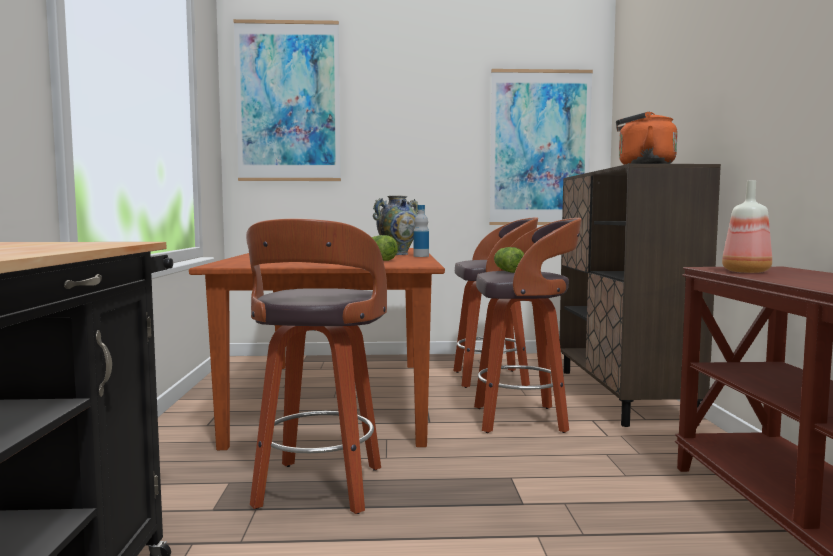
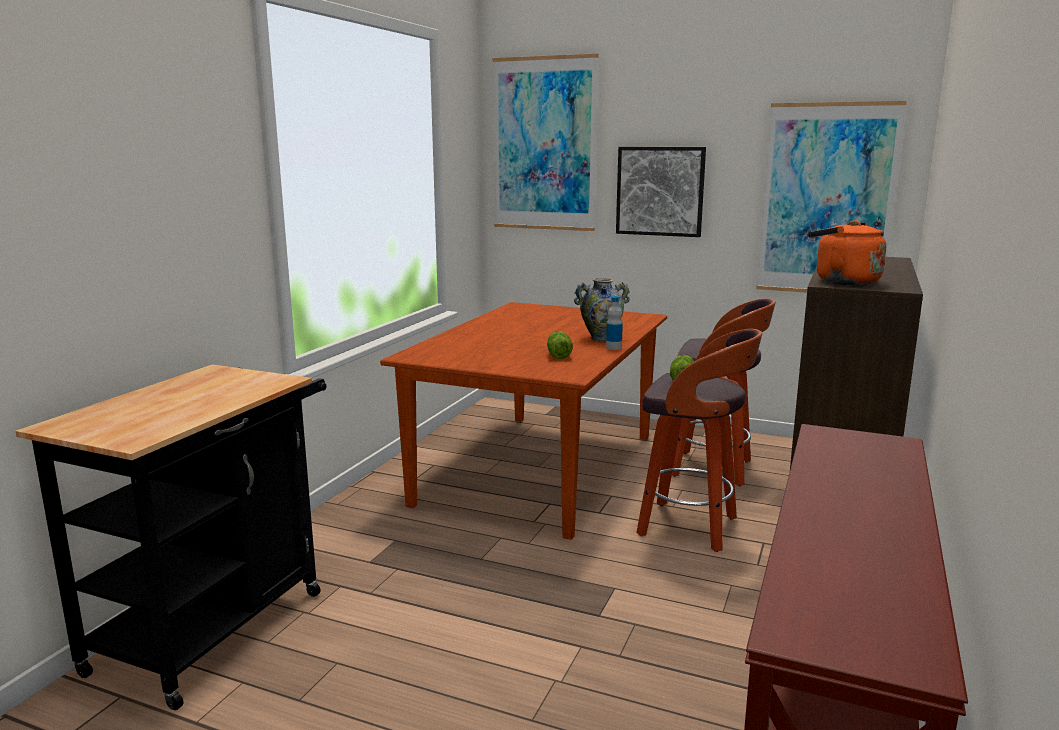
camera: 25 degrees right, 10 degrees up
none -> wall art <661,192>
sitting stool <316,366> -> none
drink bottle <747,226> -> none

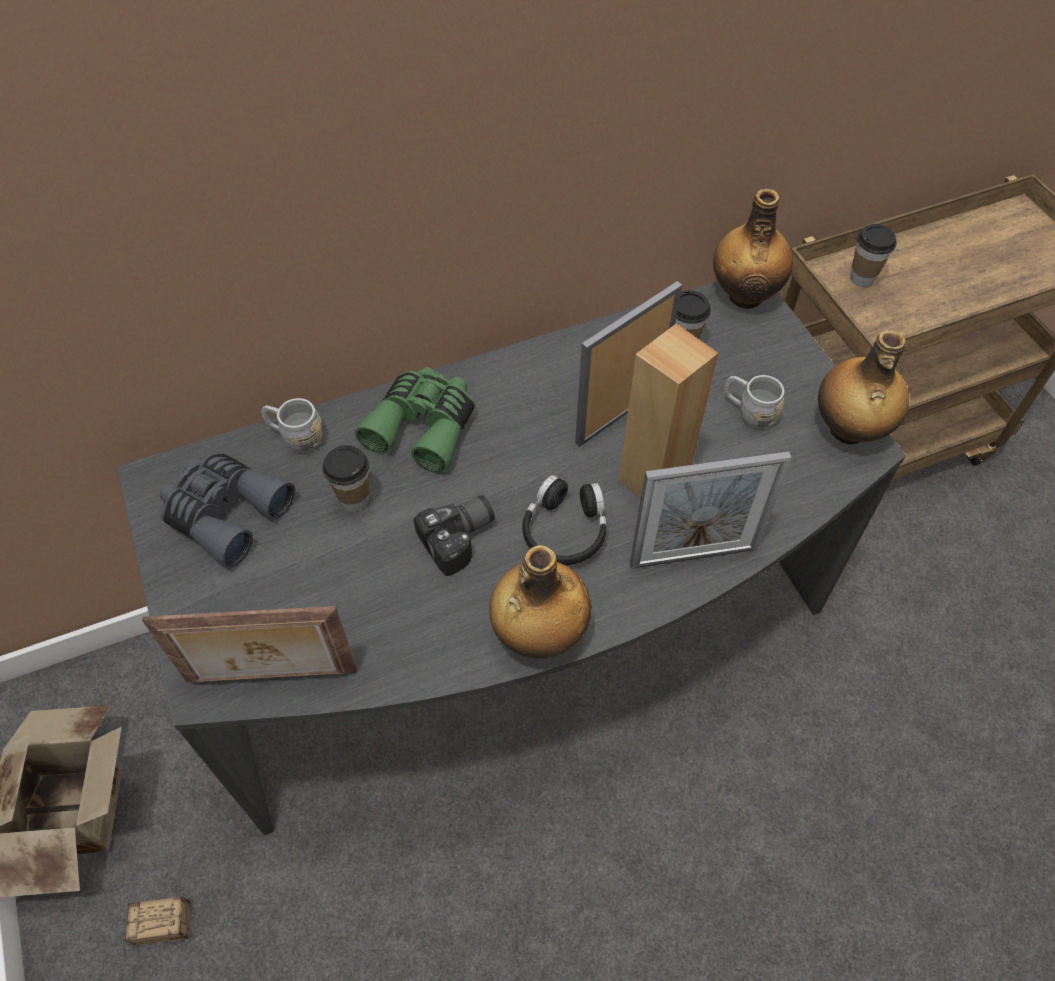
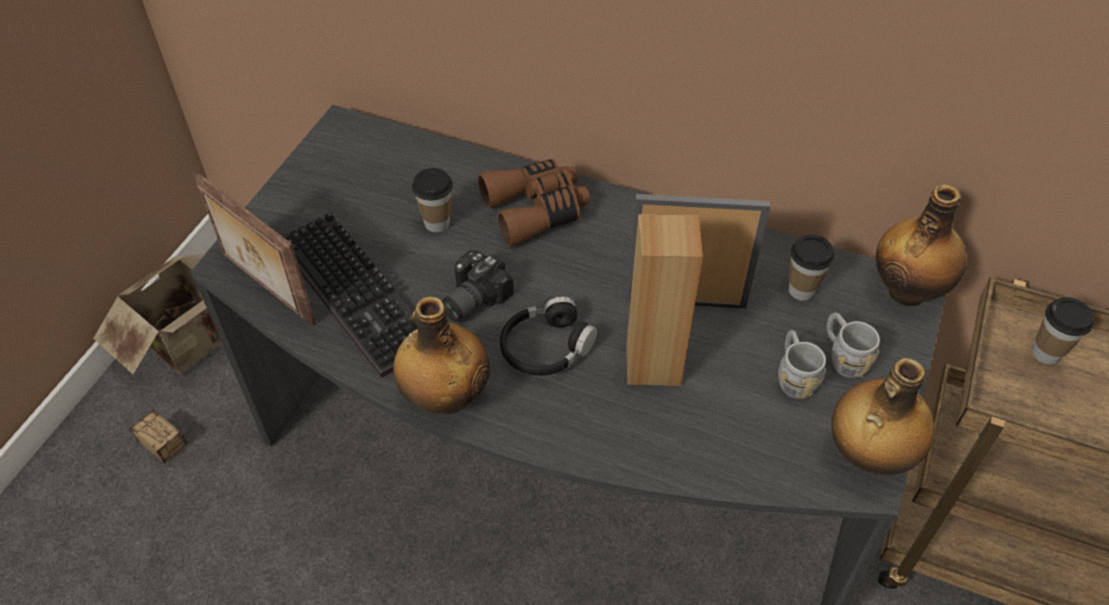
camera: 45 degrees right, 5 degrees down
none -> keyboard <349,295>
photo camera <454,535> -> photo camera <478,286>, 120 degrees clockwise
green pair of binoculars <415,420> -> brown-coloured pair of binoculars <534,203>
greyish coffee mug <291,425> -> greyish coffee mug <853,345>, moved
greyish pair of binoculars <227,510> -> none
picture frame <711,510> -> none

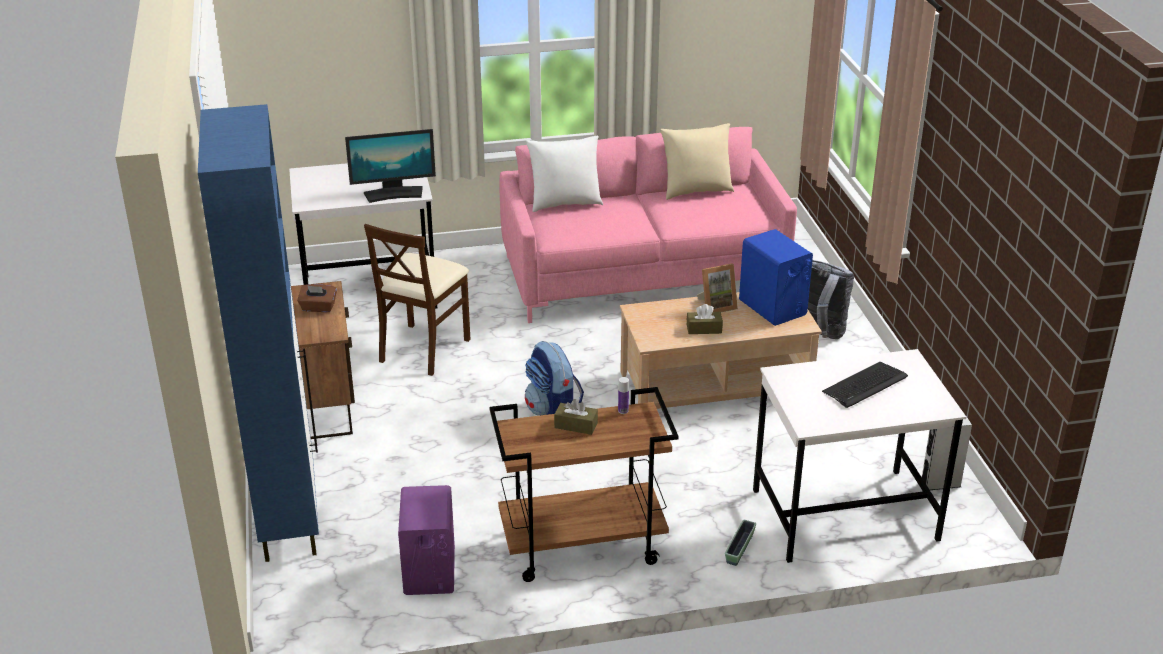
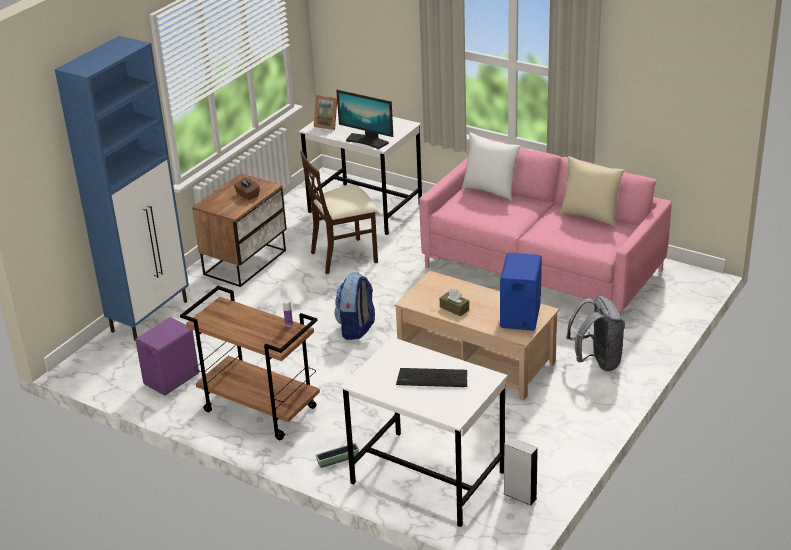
camera: 45 degrees right, 0 degrees up
picture frame <717,288> -> picture frame <325,112>, moved
brown-coloured tissue holder <576,417> -> none

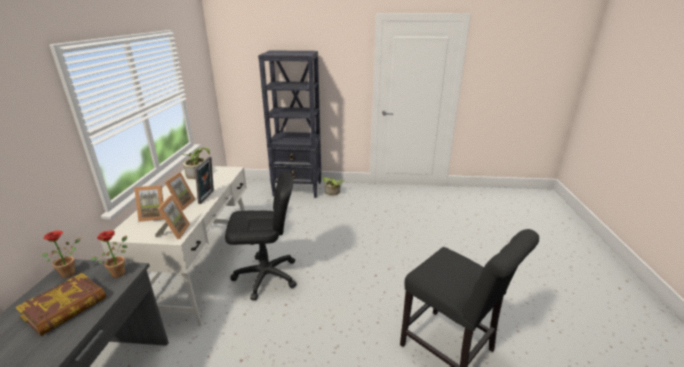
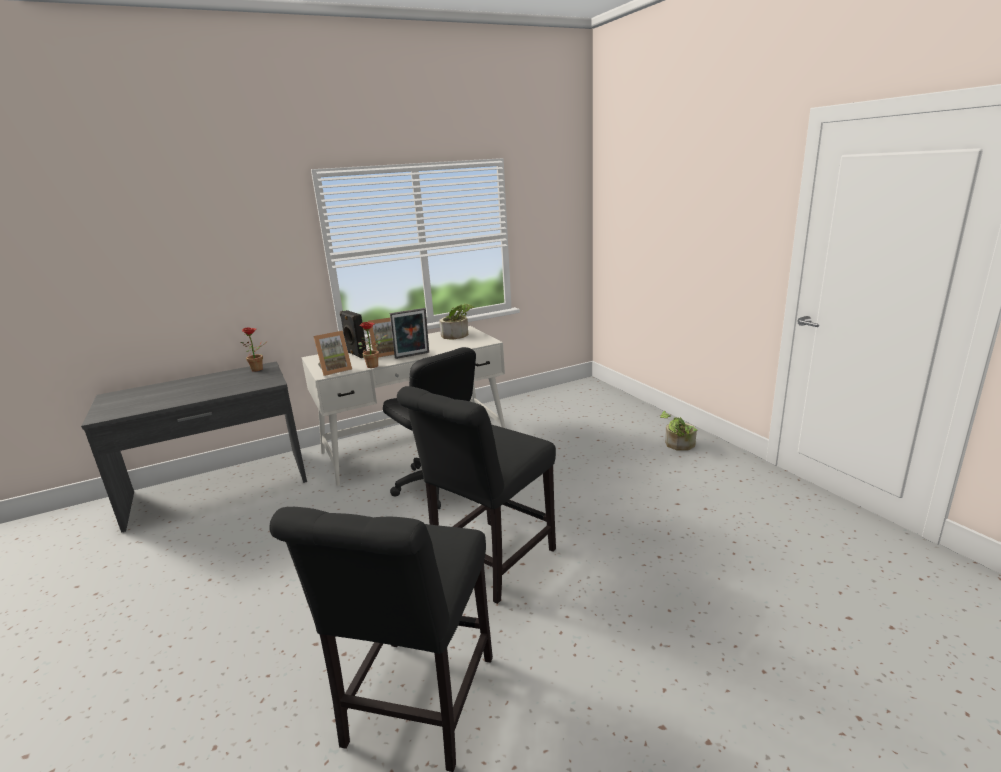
camera: 60 degrees right, 5 degrees down
picture frame <149,203> -> black-coloured speaker <353,334>
plant in a pot <108,254> -> plant in a pot <372,345>, moved
none -> black-coloured chair <476,495>
bound book <61,304> -> none
black-coloured bookshelf <289,124> -> none

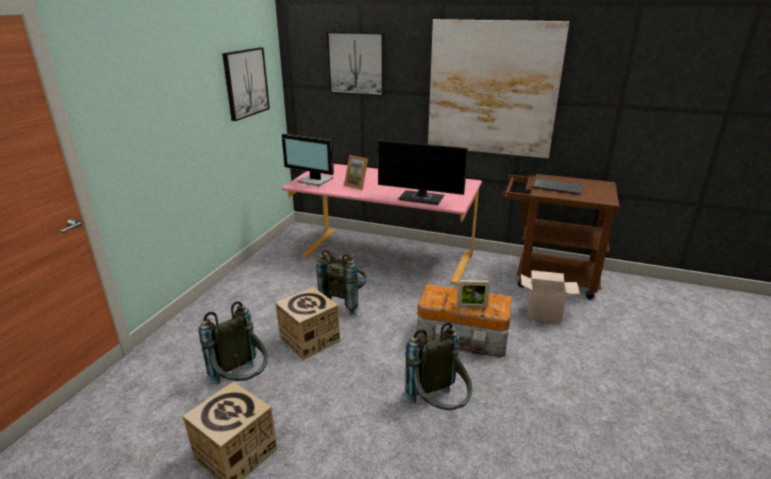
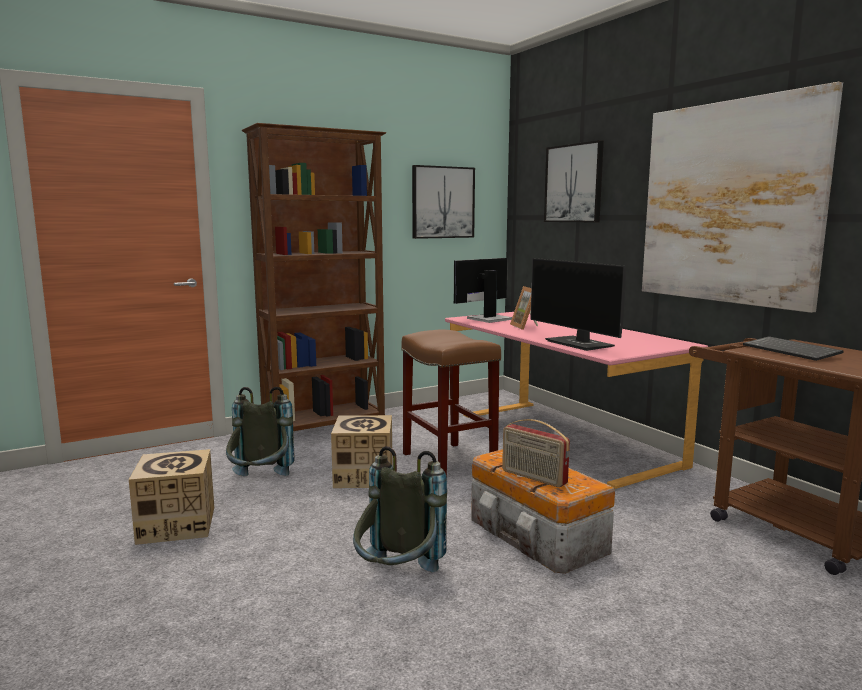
camera: 40 degrees right, 15 degrees down
none -> brown-coloured bookshelf <314,277>
greyish rucksack <341,283> -> brown-coloured sitting stool <451,404>
computer display <307,160> -> computer display <483,290>, 75 degrees clockwise
picture frame <473,294> -> radio <536,453>
packing box <550,296> -> none

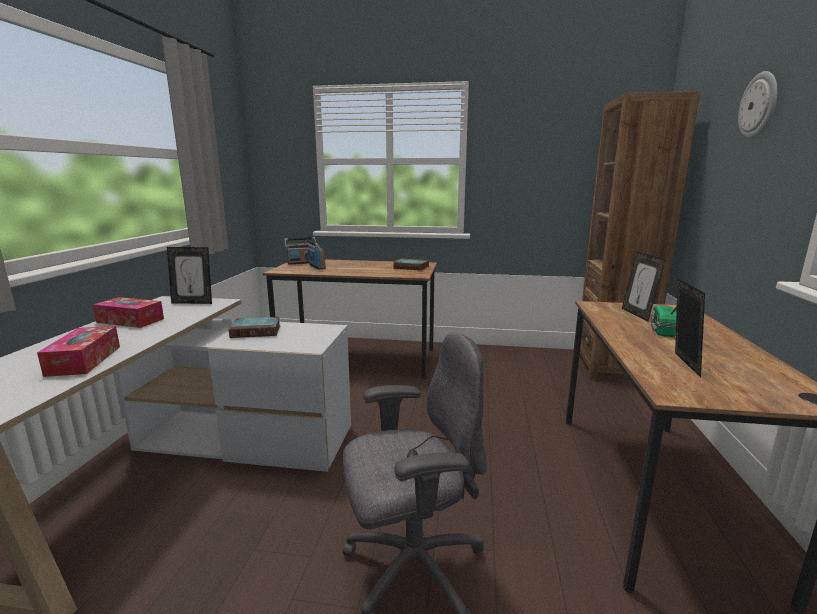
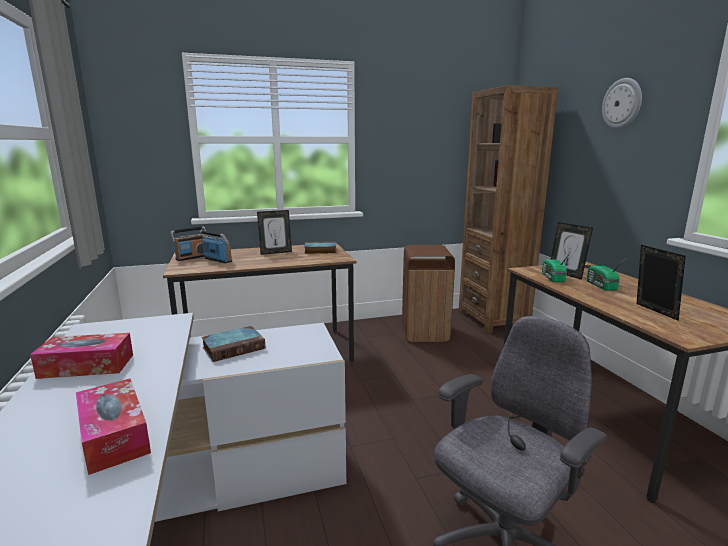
camera: 25 degrees left, 0 degrees up
picture frame <189,275> -> picture frame <274,232>, moved
none -> brown-coloured waste bin <428,293>
none -> radio <556,267>

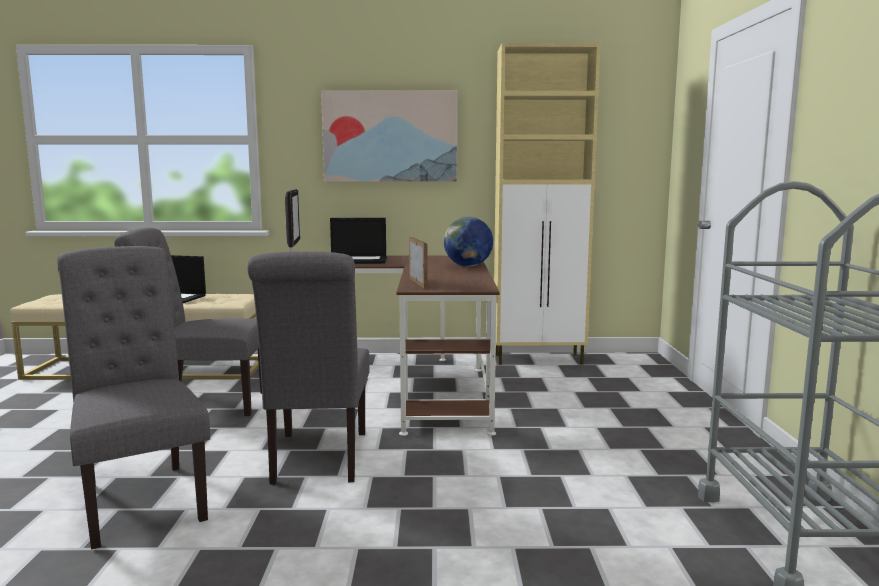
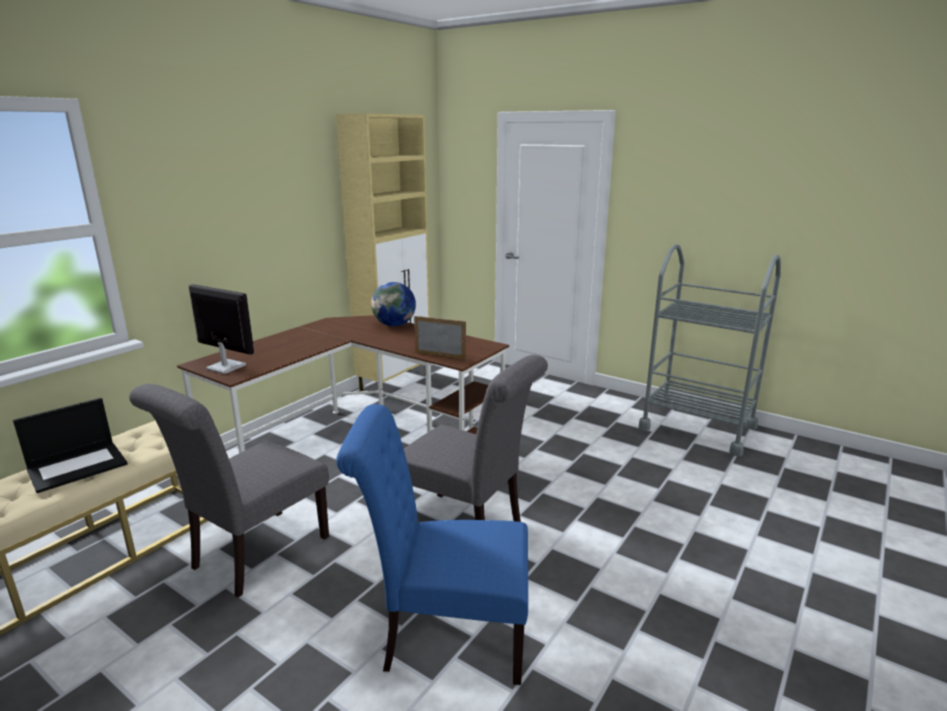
camera: 55 degrees left, 10 degrees up
greyish chair <133,398> -> blue-coloured chair <432,544>
wall art <389,136> -> none
notebook computer <358,241> -> none

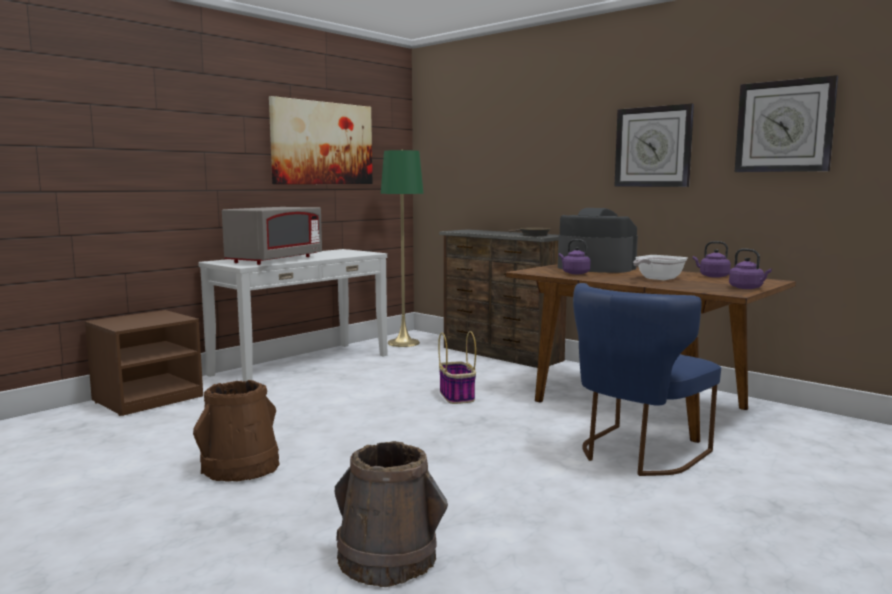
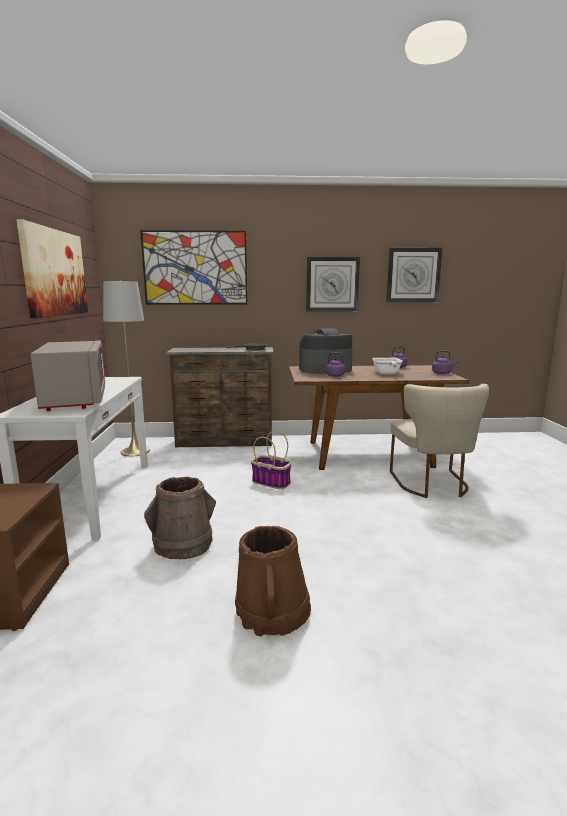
camera: 45 degrees left, 5 degrees up
green standing lamp <402,248> -> greyish standing lamp <126,368>
none -> wall art <193,267>
brown-coloured pail <391,514> -> brown-coloured pail <180,518>, moved
blue-coloured chair <647,379> -> beige chair <439,441>

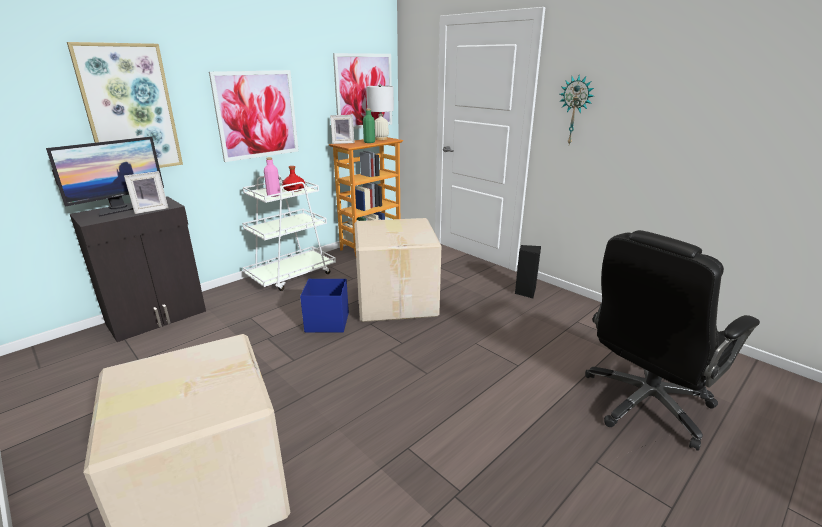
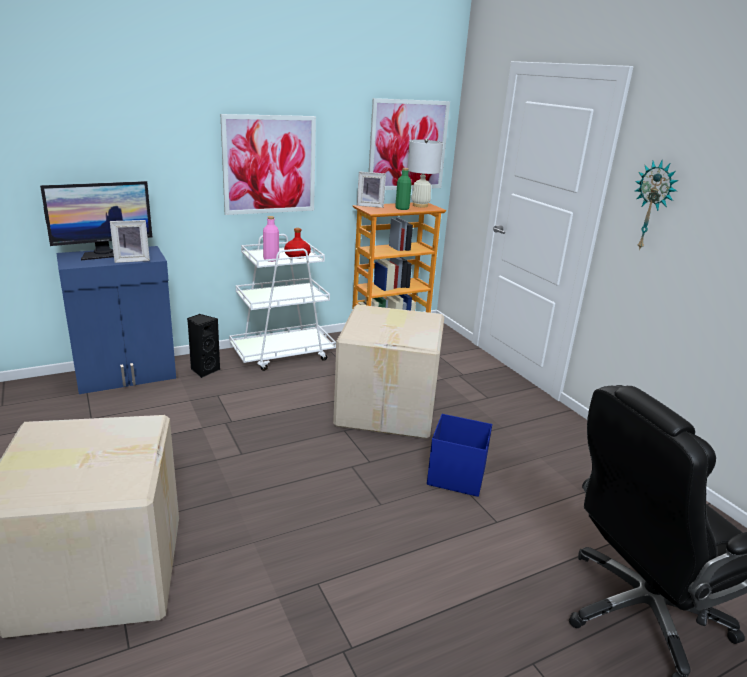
camera: 15 degrees right, 0 degrees up
black-coloured storage cabinet <138,269> -> blue-coloured storage cabinet <116,320>
black-coloured speaker <528,271> -> black-coloured speaker <203,346>, moved
blue-coloured storage box <324,306> -> blue-coloured storage box <459,455>, moved
wall art <125,105> -> none

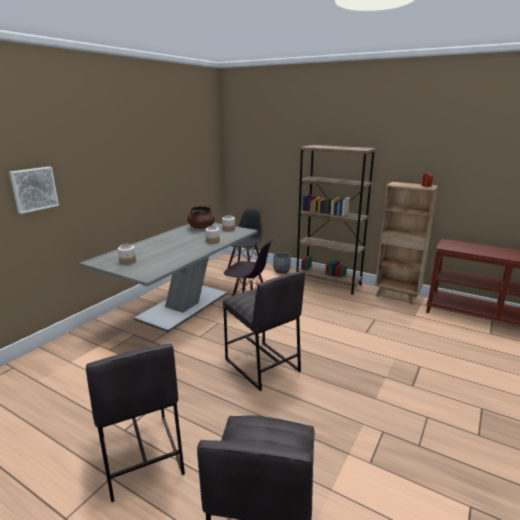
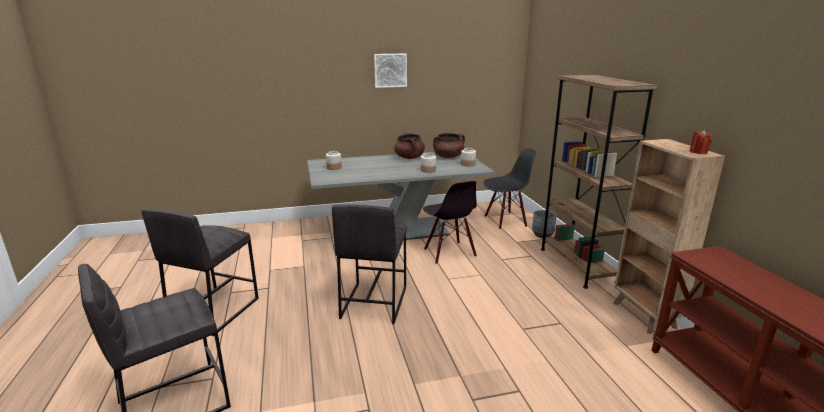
camera: 45 degrees right, 0 degrees up
wall art <34,190> -> wall art <390,71>, moved
none -> brown-coloured cooking pot <409,146>

